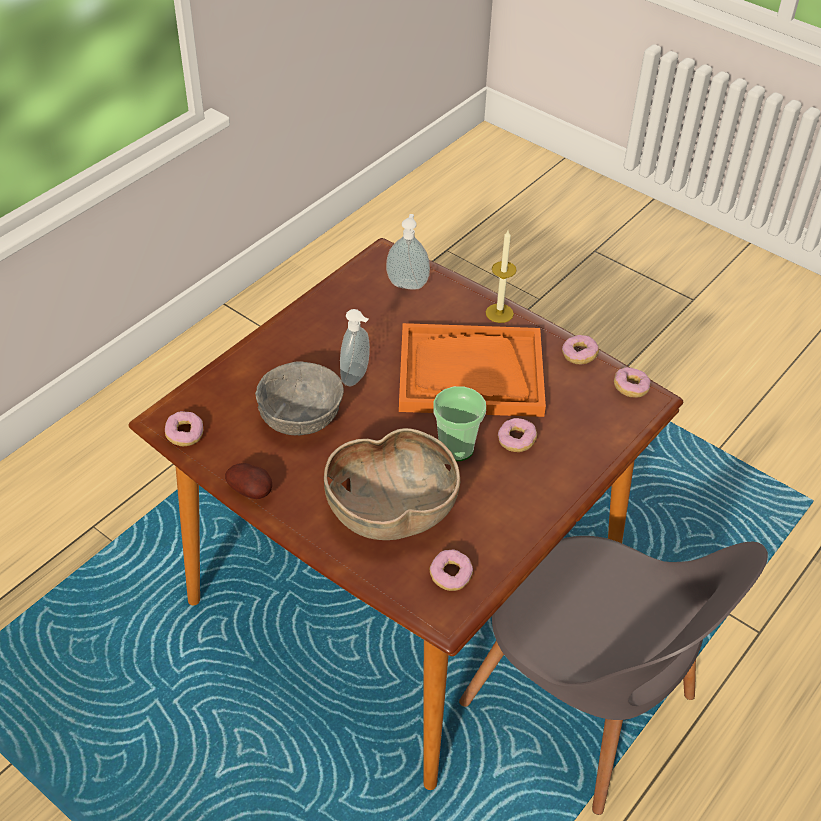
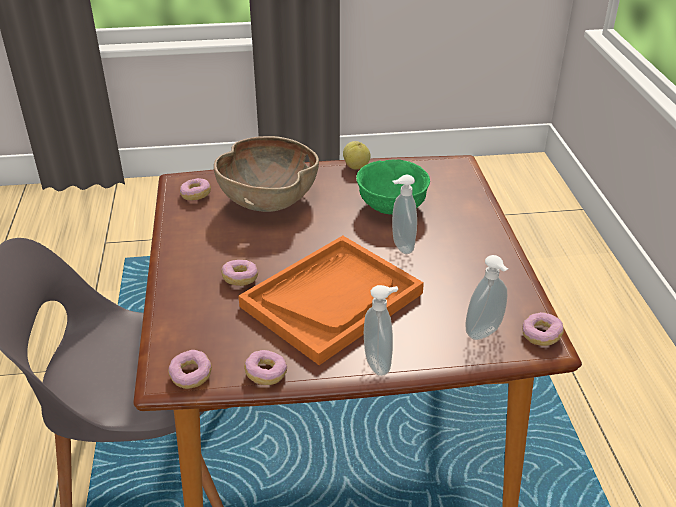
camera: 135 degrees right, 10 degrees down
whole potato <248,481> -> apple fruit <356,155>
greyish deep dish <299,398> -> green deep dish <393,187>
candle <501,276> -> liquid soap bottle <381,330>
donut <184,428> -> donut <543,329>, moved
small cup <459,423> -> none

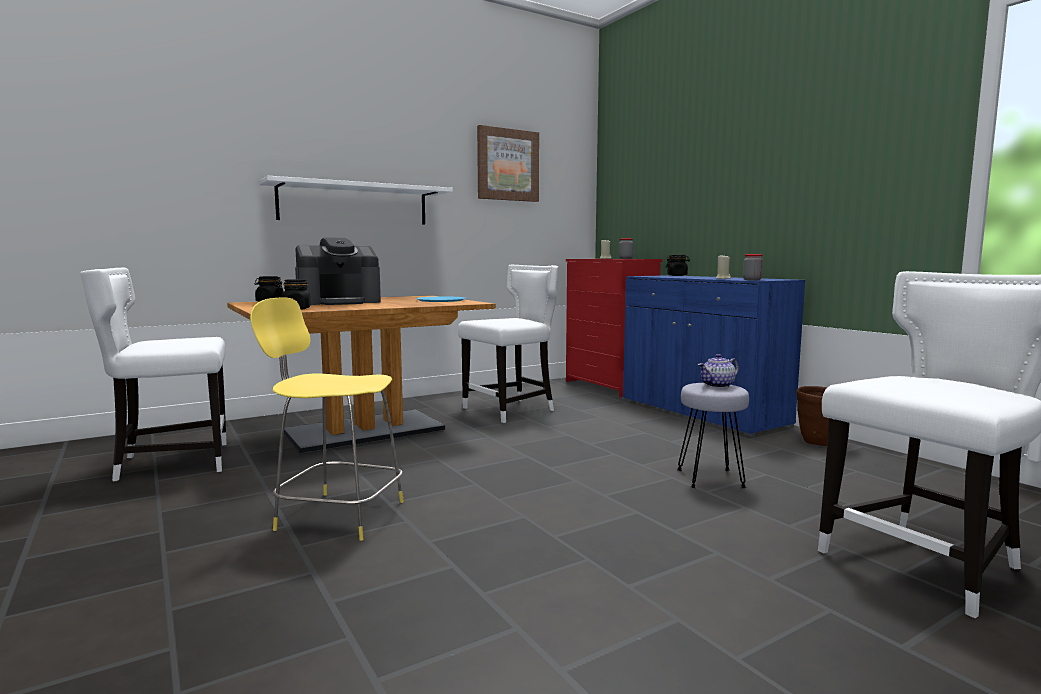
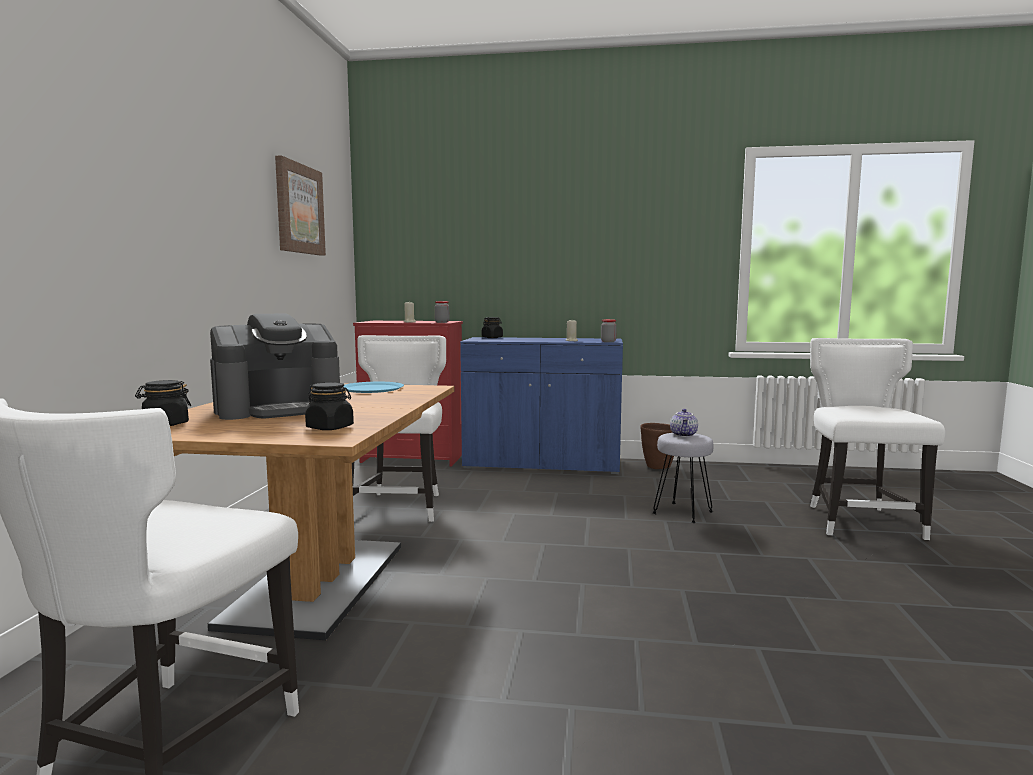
camera: 50 degrees left, 0 degrees up
coffee maker <338,271> -> coffee maker <275,366>, 45 degrees clockwise
yellowish sitting stool <327,419> -> none
white wall shelf <356,200> -> none

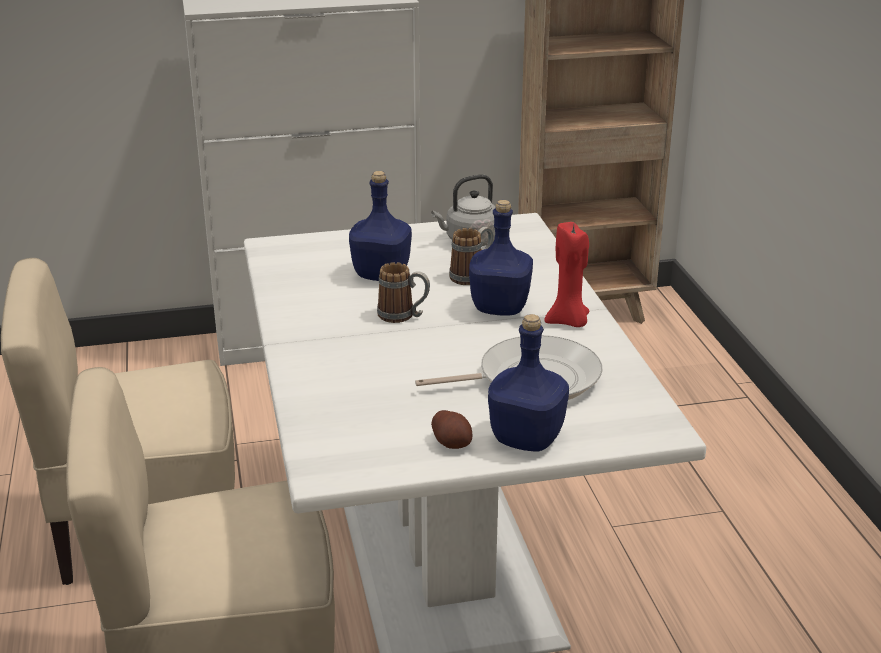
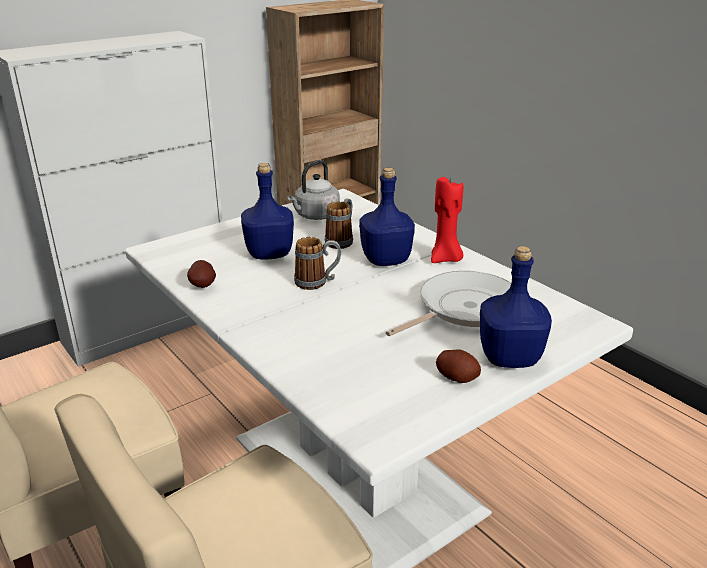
camera: 25 degrees left, 0 degrees up
none -> whole potato <201,274>

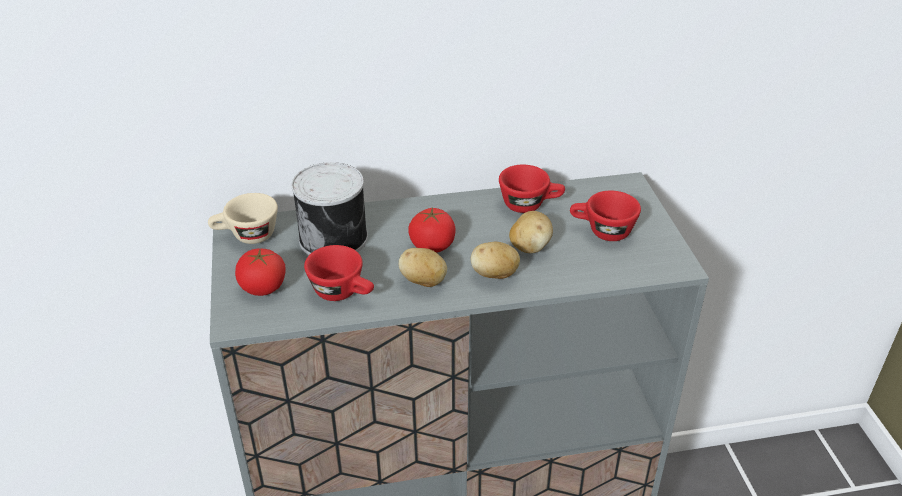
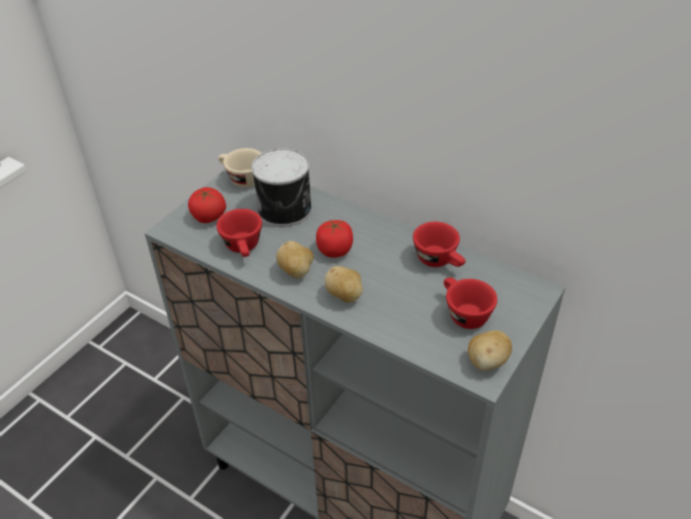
camera: 45 degrees right, 5 degrees up
whole potato <531,232> -> whole potato <490,350>, moved

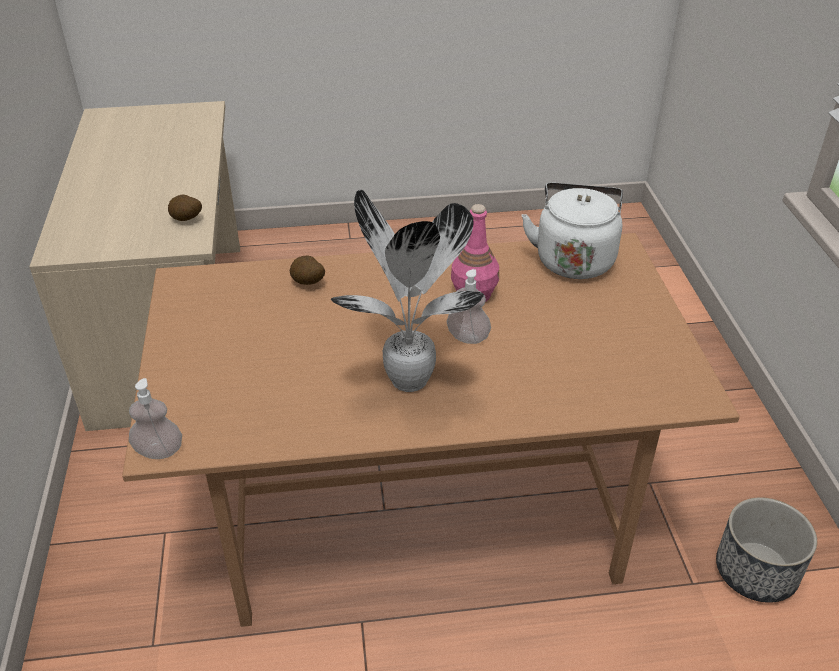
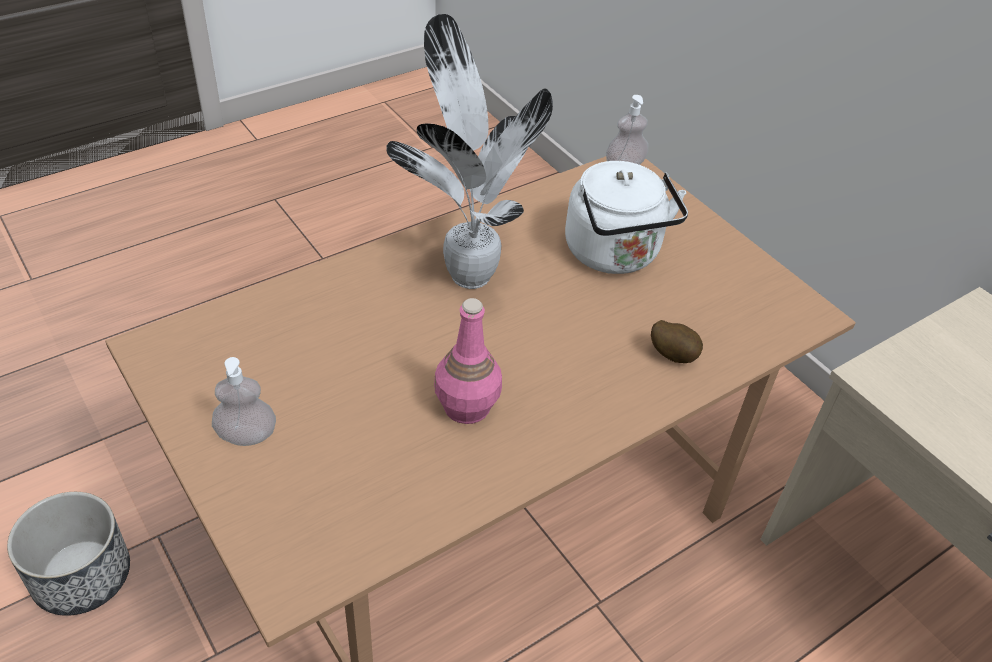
camera: 150 degrees right, 5 degrees up
liquid soap bottle <469,306> -> liquid soap bottle <244,401>, moved
white tea kettle <572,231> -> white tea kettle <626,217>, moved
whole potato <185,208> -> none

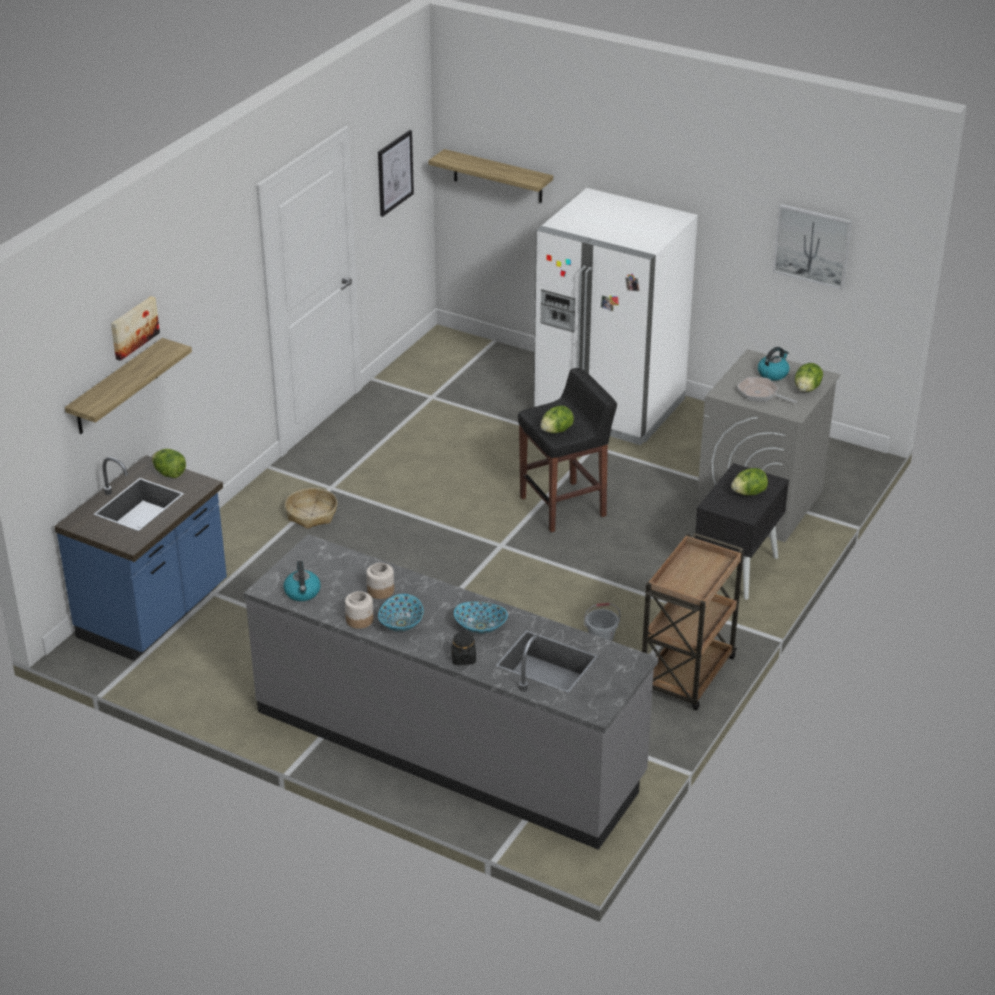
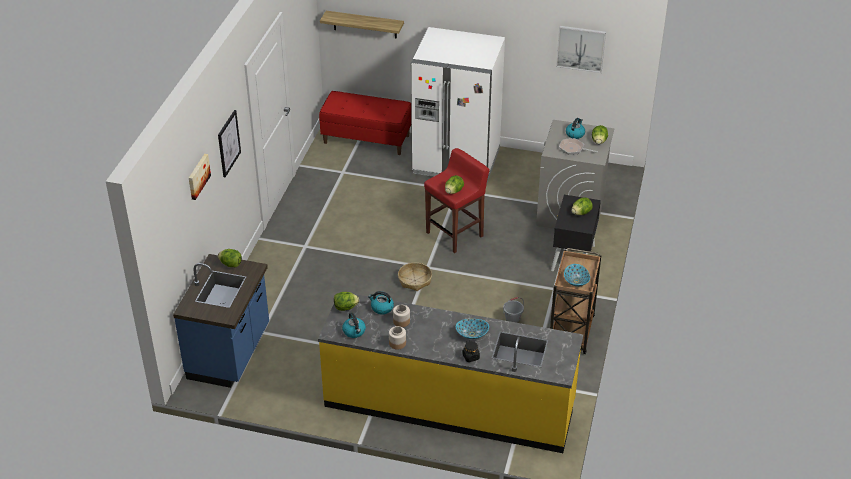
camera: 15 degrees left, 5 degrees up
wall art <396,173> -> wall art <229,143>, moved
greyish counter <451,692> -> yellowish counter <450,372>
none -> reddish indoor bench <365,123>
none -> lettuce head <346,301>
none -> tea kettle <381,302>
household basket <311,508> -> household basket <415,277>, moved
black-coloured sitting stool <567,450> -> reddish sitting stool <457,200>
deep dish <400,613> -> deep dish <577,275>, moved
wall shelf <128,386> -> none

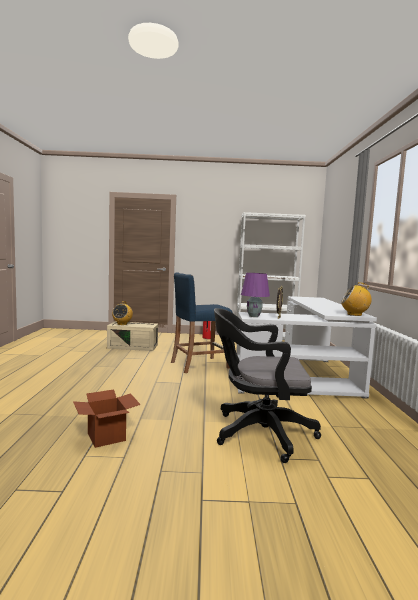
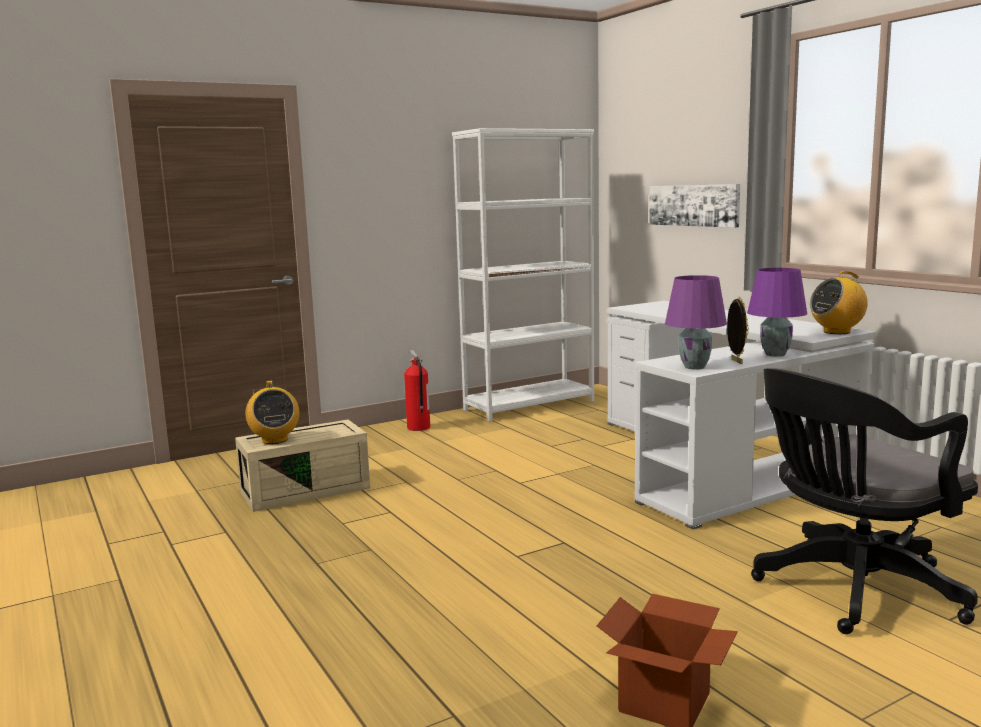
camera: 30 degrees left, 5 degrees up
none -> wall art <694,206>
none -> purple-coloured tabletop lamp <777,312>
blue-coloured sitting stool <202,322> -> none

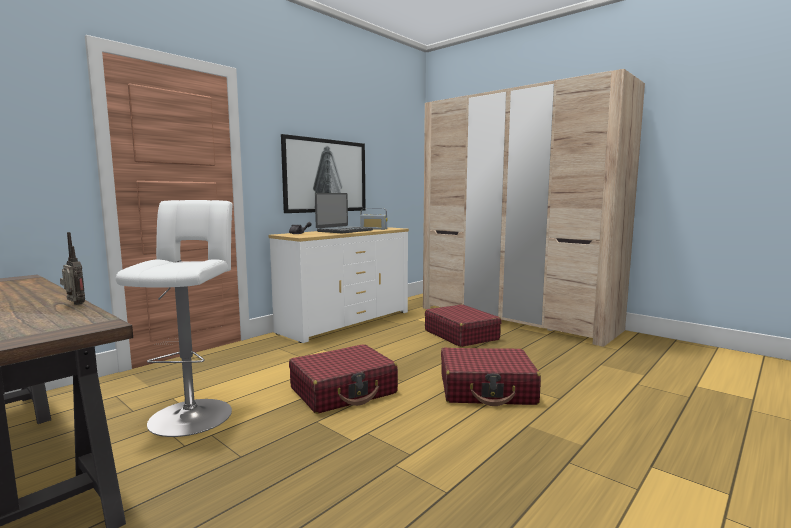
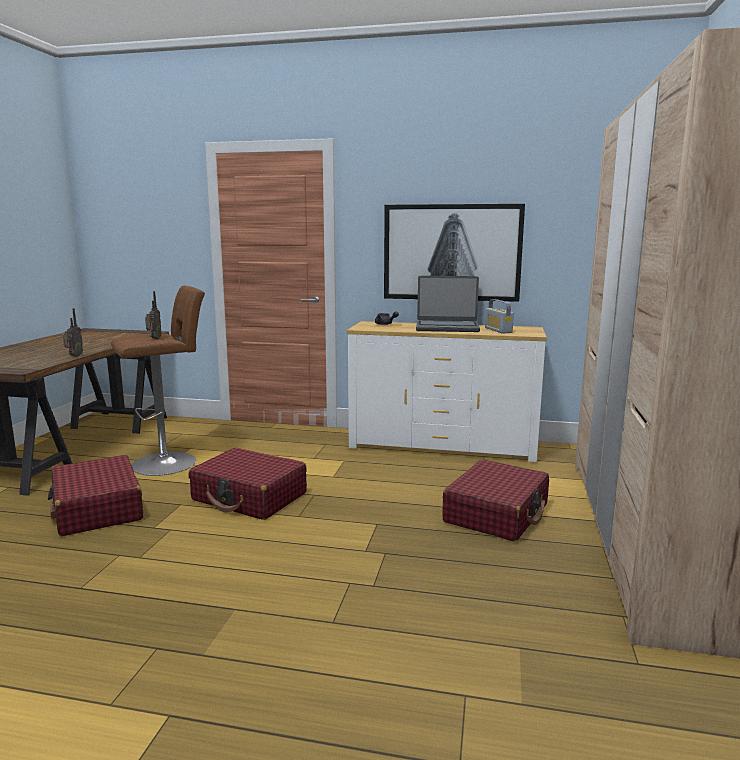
camera: 60 degrees right, 5 degrees up
reddish travel case <491,377> -> reddish travel case <95,495>, moved
white sitting stool <174,318> -> brown-coloured sitting stool <158,381>
none -> radio <153,315>

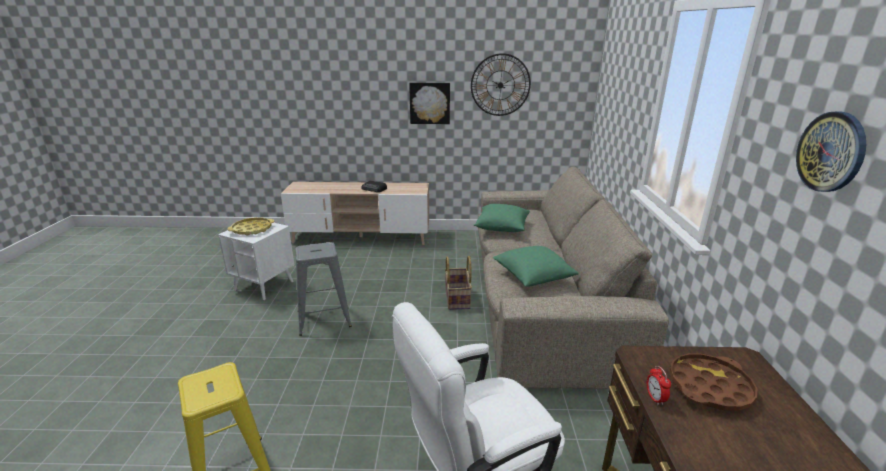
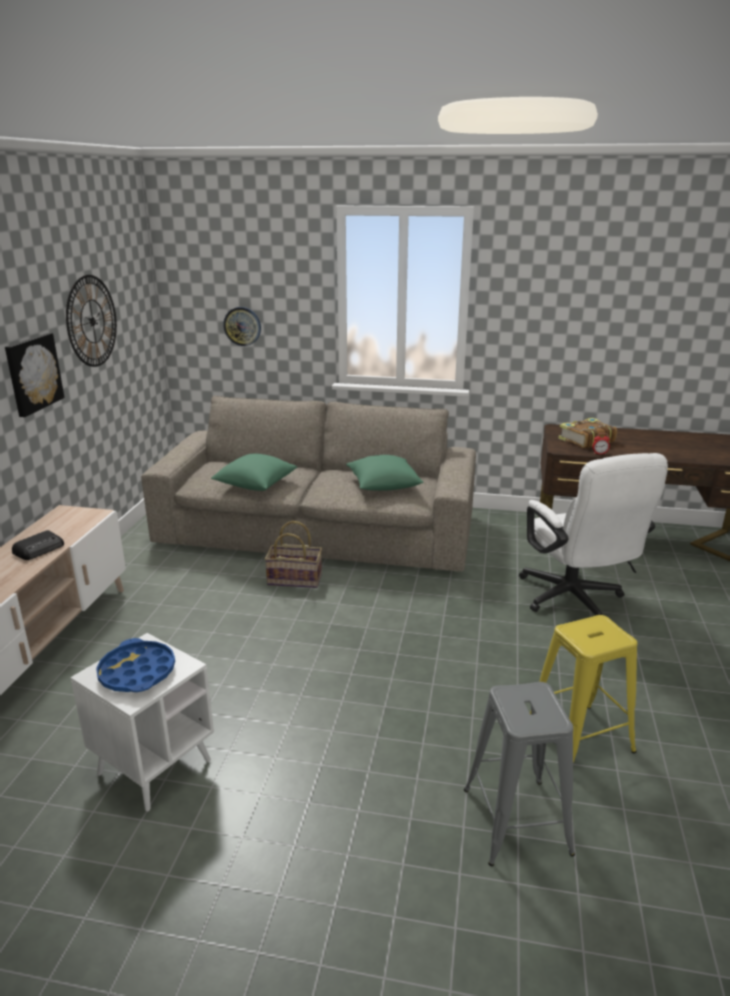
camera: 80 degrees left, 0 degrees up
yellowish carrying tray <251,226> -> blue-coloured carrying tray <135,665>
hanging clock <831,152> -> hanging clock <242,326>, moved
greyish sitting stool <323,289> -> greyish sitting stool <519,774>, moved
brown-coloured carrying tray <713,382> -> bound book <587,433>

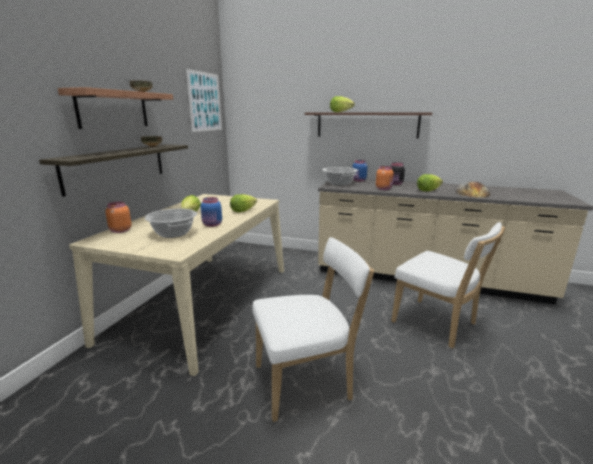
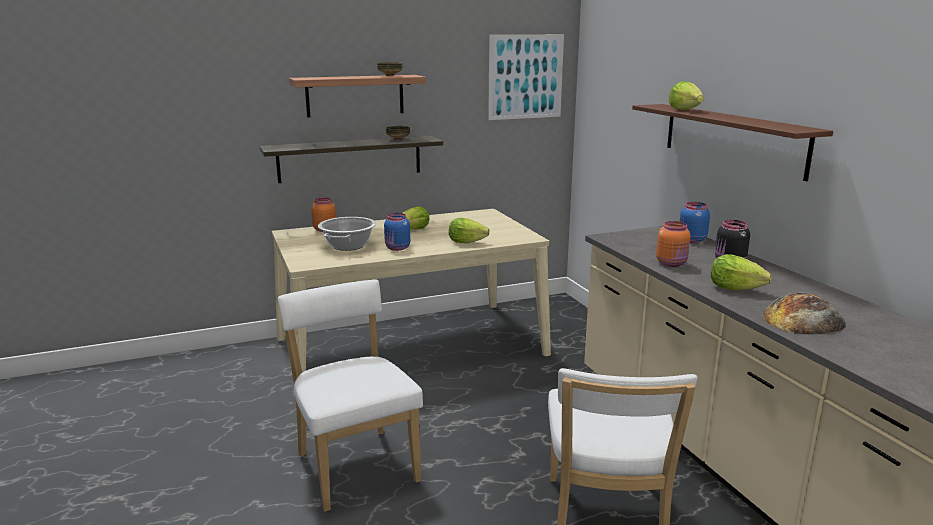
camera: 50 degrees right, 0 degrees up
white chair <313,329> -> white chair <350,395>, 150 degrees counterclockwise
cooking pot <340,176> -> none

